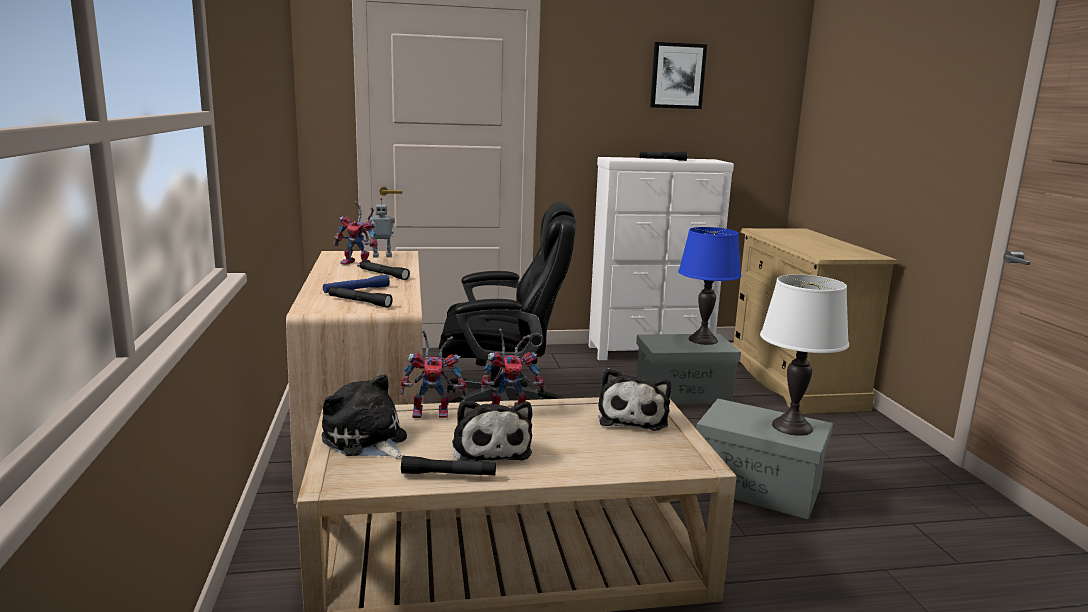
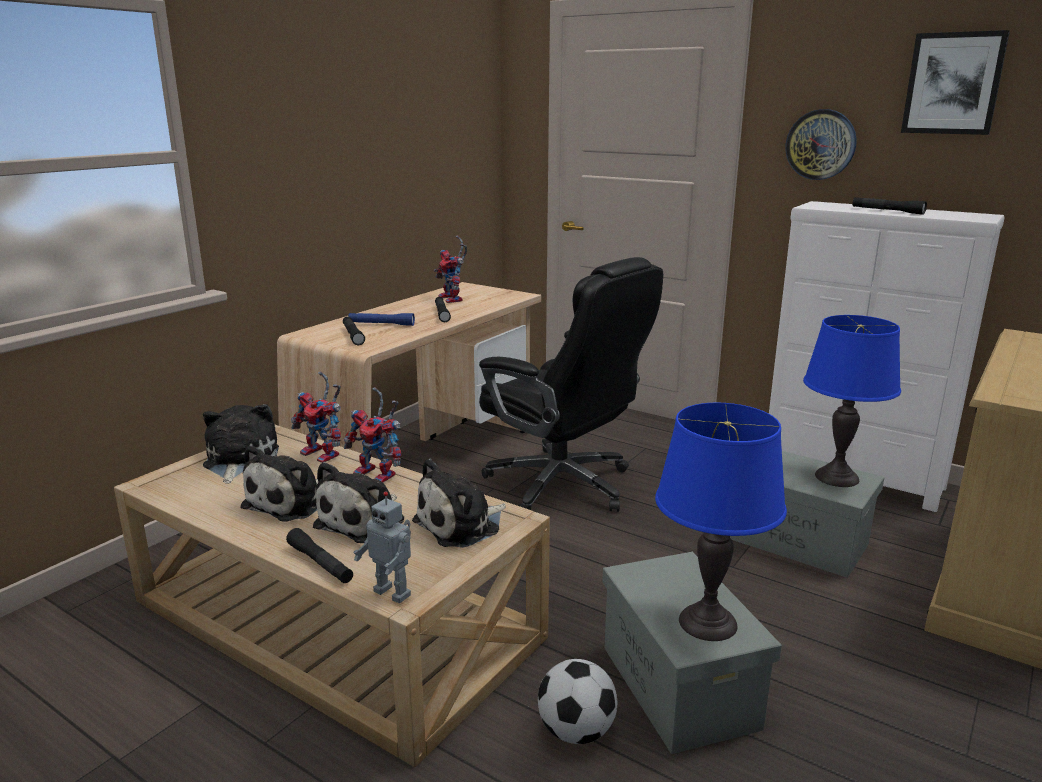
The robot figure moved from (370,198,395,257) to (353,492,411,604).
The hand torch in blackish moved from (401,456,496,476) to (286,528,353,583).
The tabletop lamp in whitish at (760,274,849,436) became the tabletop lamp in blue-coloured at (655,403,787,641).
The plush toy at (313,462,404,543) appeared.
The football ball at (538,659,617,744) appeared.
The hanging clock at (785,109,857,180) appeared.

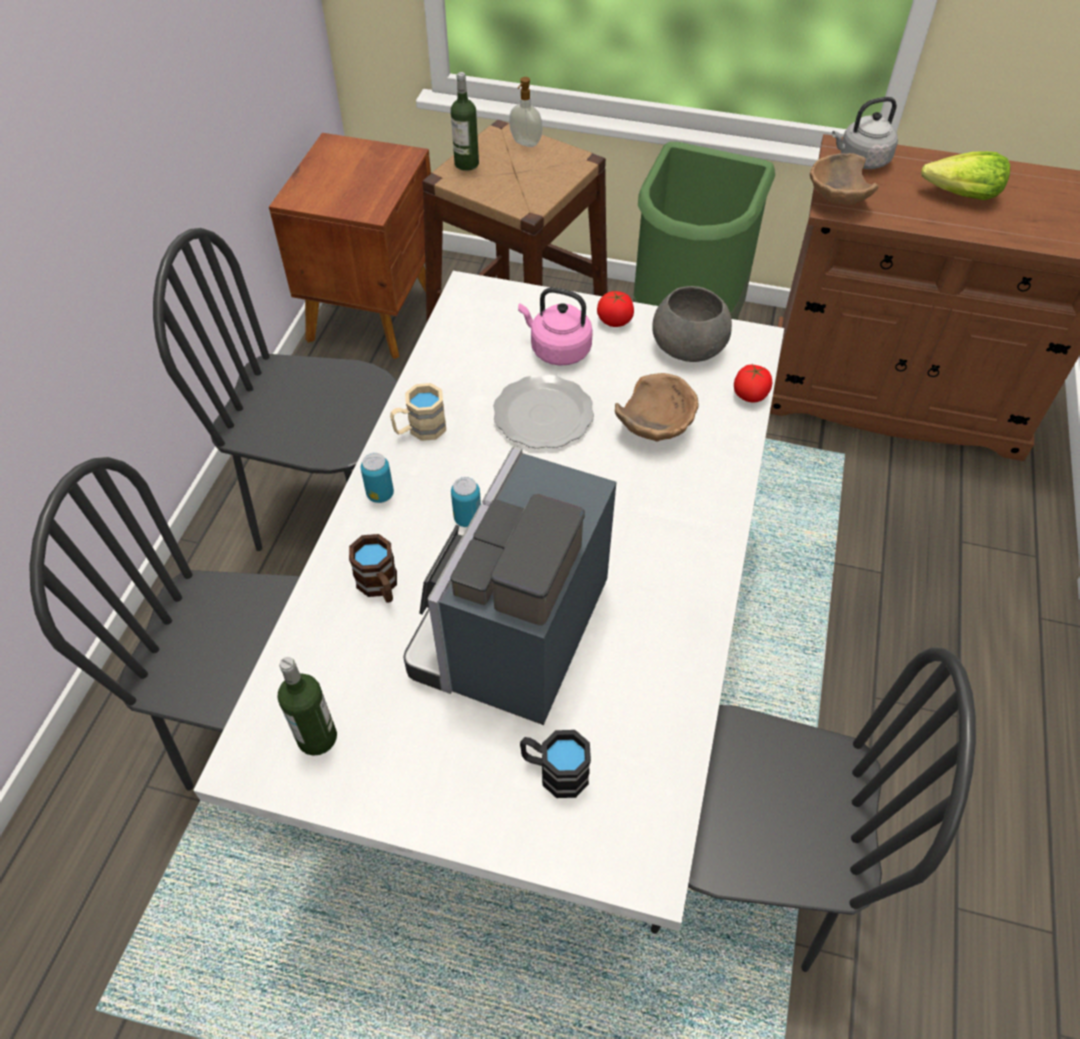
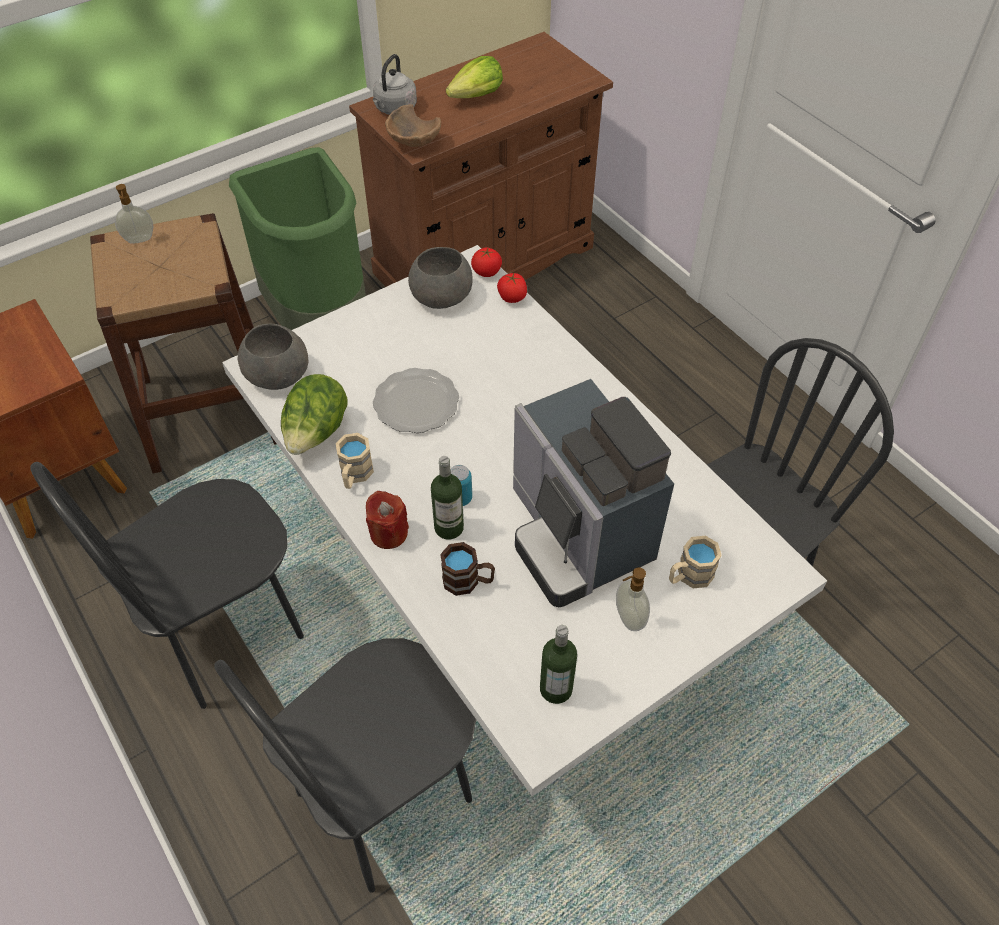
The metal can at (361,453,394,503) was replaced by the wax light in reddish at (366,491,409,549).
The beverage bottle moved from (451,72,479,171) to (431,456,464,539).
The tea kettle in pink-coloured at (518,287,593,366) disappeared.
The coffee mug in blackish at (520,730,591,798) became the coffee mug in beige at (669,536,722,588).
The tomato moved from (597,291,634,327) to (471,248,502,277).
The serving bowl in brownish at (615,373,699,442) disappeared.
The serving bowl in grey at (238,324,309,390) appeared.
The lettuce head at (281,374,348,455) appeared.
The soap bottle at (616,567,650,631) appeared.

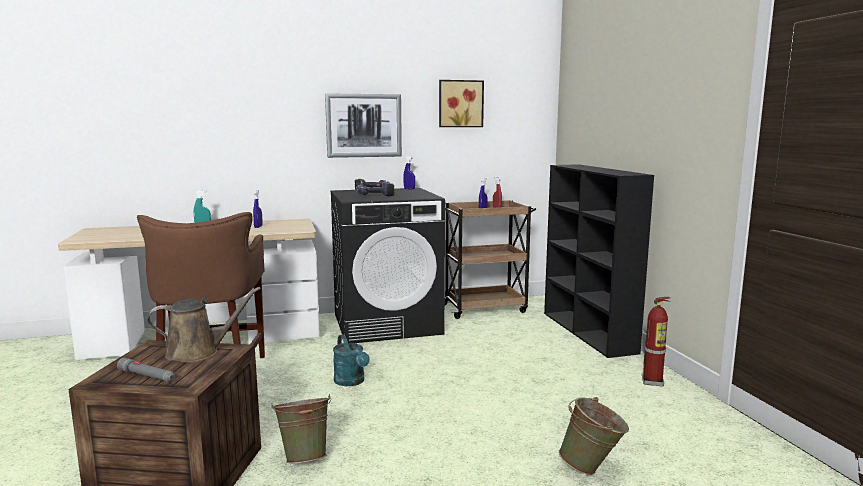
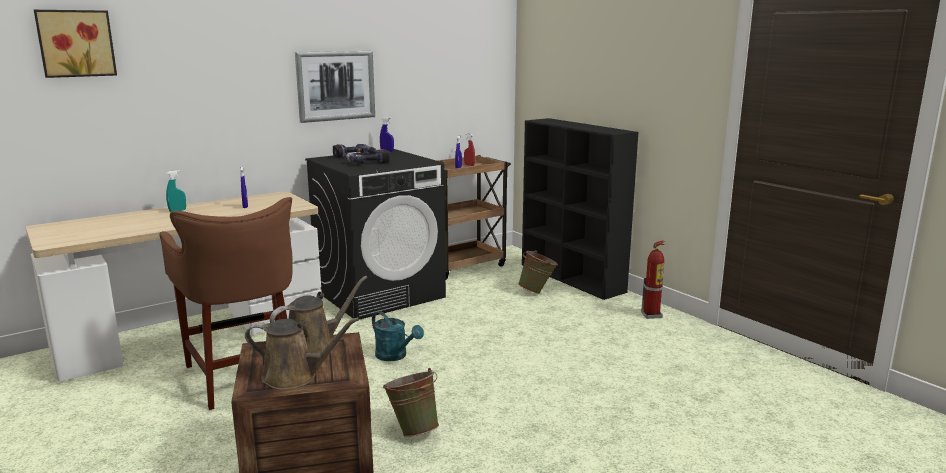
The hand torch in grey at (117,358,175,382) was replaced by the watering pot in brownish at (245,317,359,390).
The picture moved from (439,80,484,127) to (34,10,117,78).
The bucket in greenish moved from (559,397,629,475) to (518,250,558,294).

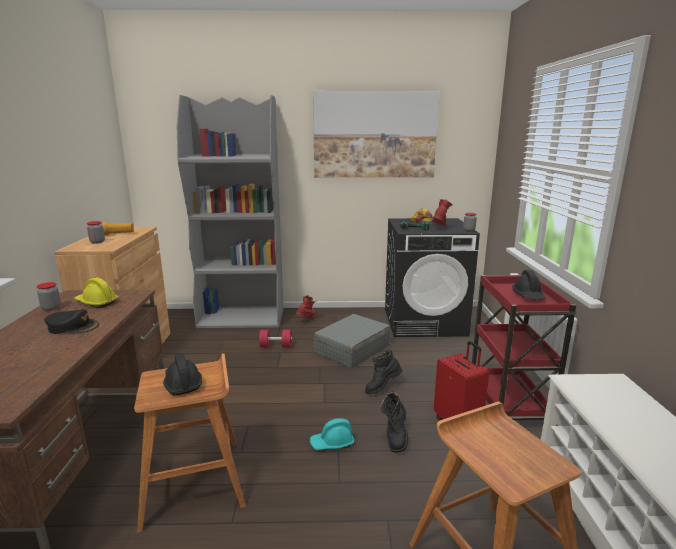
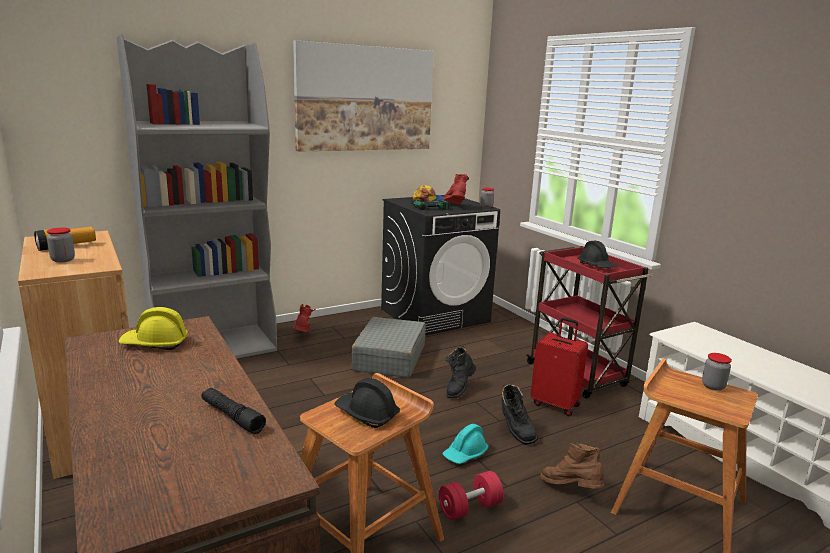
The preserve jar moved from (37,282,61,311) to (702,353,732,391).
The baseball cap in blackish at (44,309,99,334) disappeared.
The dumbbell in reddish moved from (259,330,292,347) to (439,471,504,520).
The hand torch in blackish at (201,388,266,434) appeared.
The boot in brownish at (540,442,604,489) appeared.

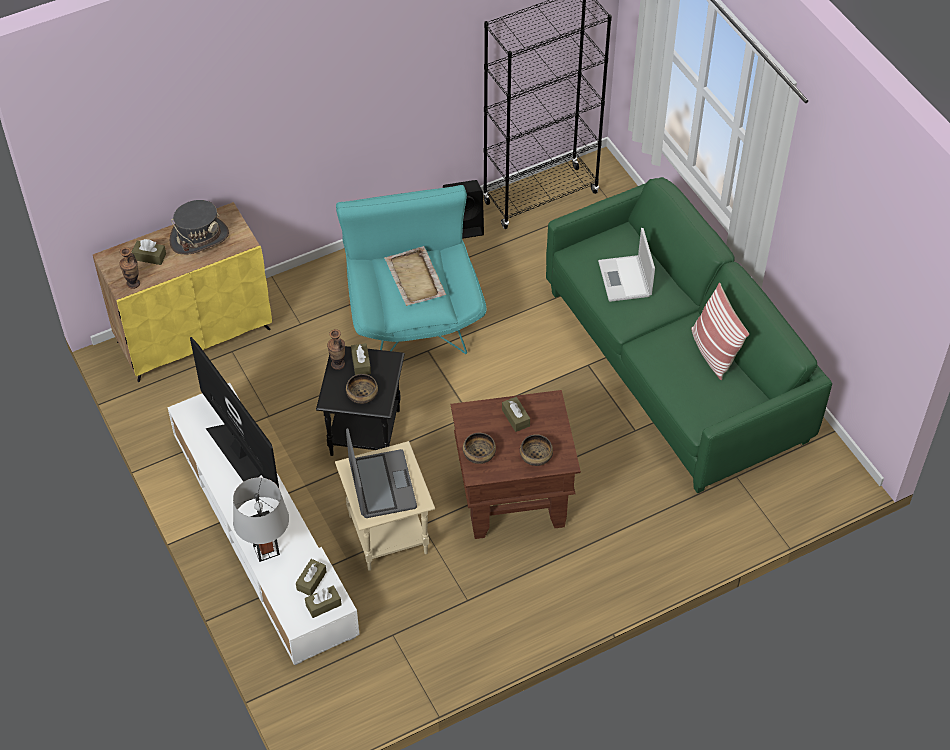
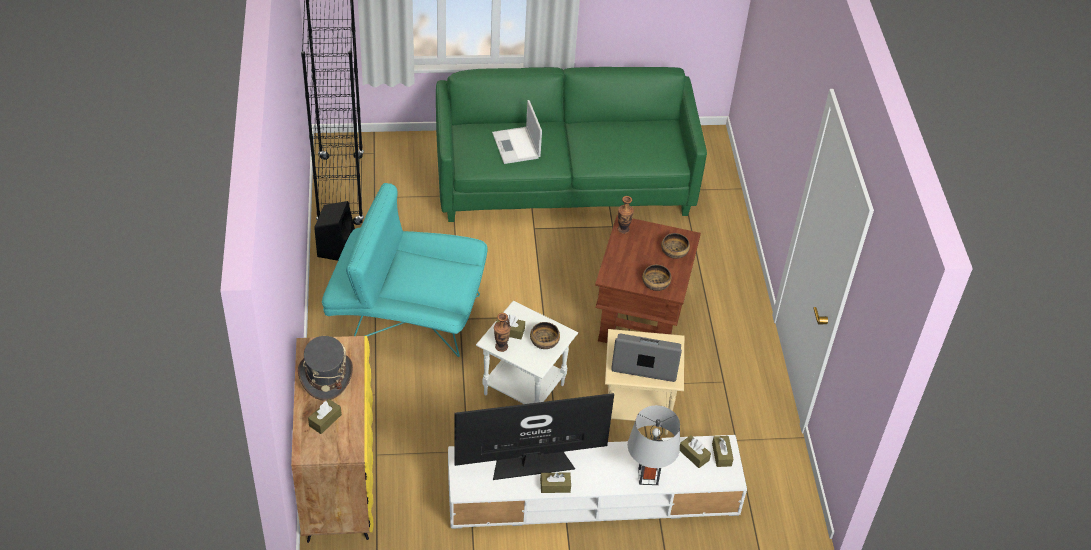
The flower vase moved from (119,247,140,289) to (618,196,634,234).
The side table in blackish at (316,346,405,456) became the side table in whitish at (476,301,578,404).
The carrying tray in beige at (384,246,446,306) disappeared.
The box of tissues in brownish moved from (502,397,530,432) to (540,472,571,493).
The laptop at (598,228,655,302) turned 60 degrees clockwise.
The cushion at (691,283,749,380) disappeared.

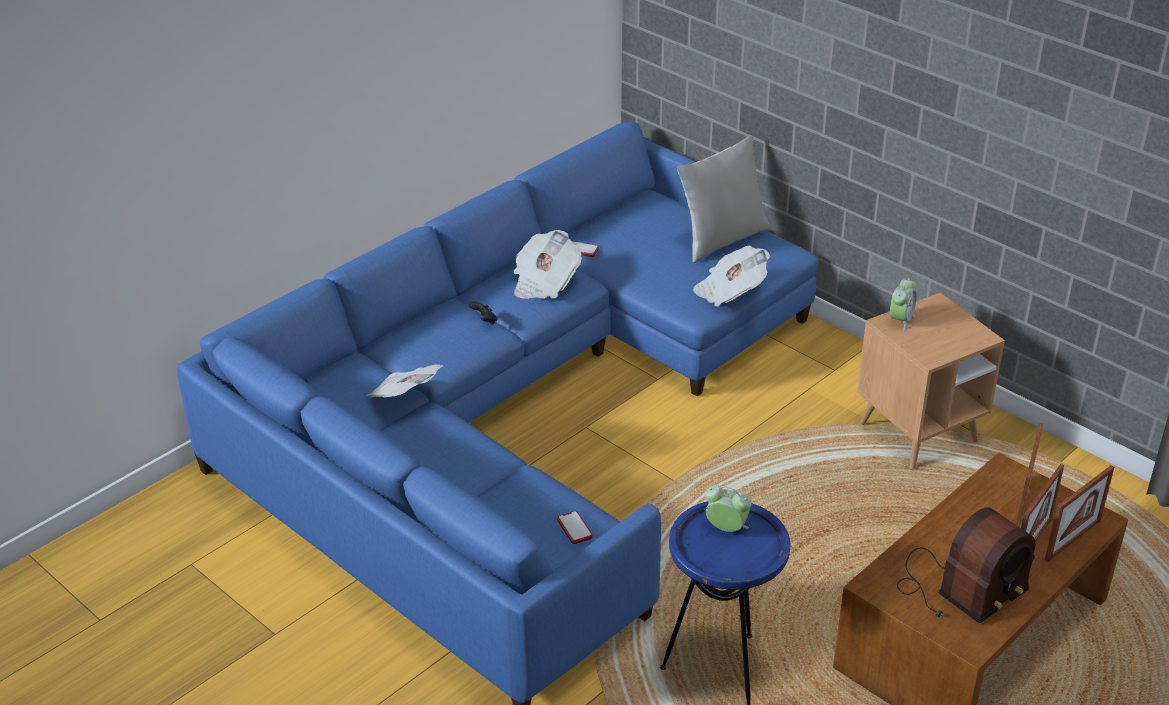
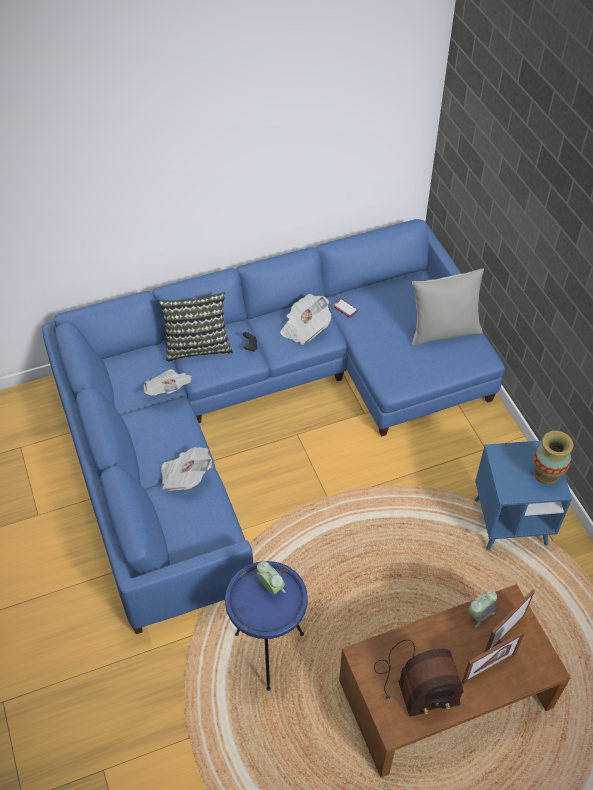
The telephone at (557,511,593,544) disappeared.
The daily paper moved from (693,246,770,306) to (161,447,212,491).
The side table in brownish at (857,293,1005,469) became the side table in blue-coloured at (475,440,572,550).
The table clock moved from (890,278,917,332) to (468,590,497,627).
The photo frame at (1045,465,1114,562) disappeared.
The cushion at (159,292,233,362) appeared.
The flower vase at (533,431,573,485) appeared.

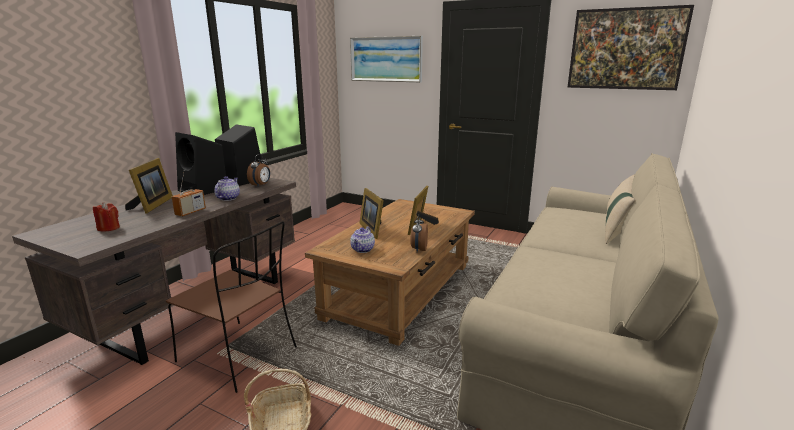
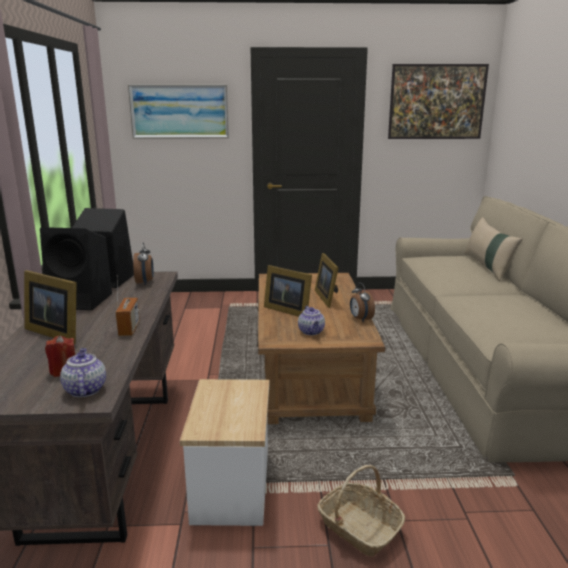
The photo frame at (125,158,173,214) turned 150 degrees clockwise.
The upright chair in brownish at (166,221,297,393) was replaced by the side table at (180,379,270,526).
The teapot moved from (215,176,240,201) to (60,348,106,397).

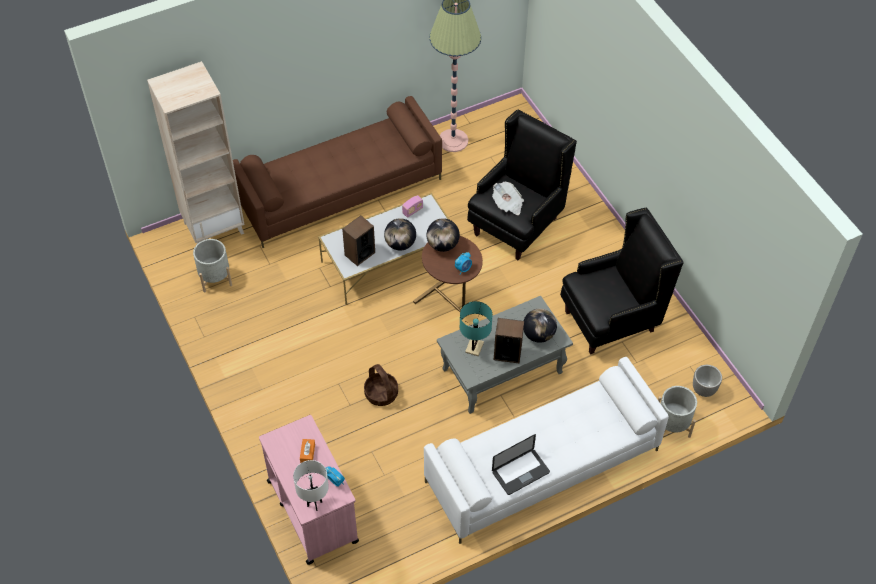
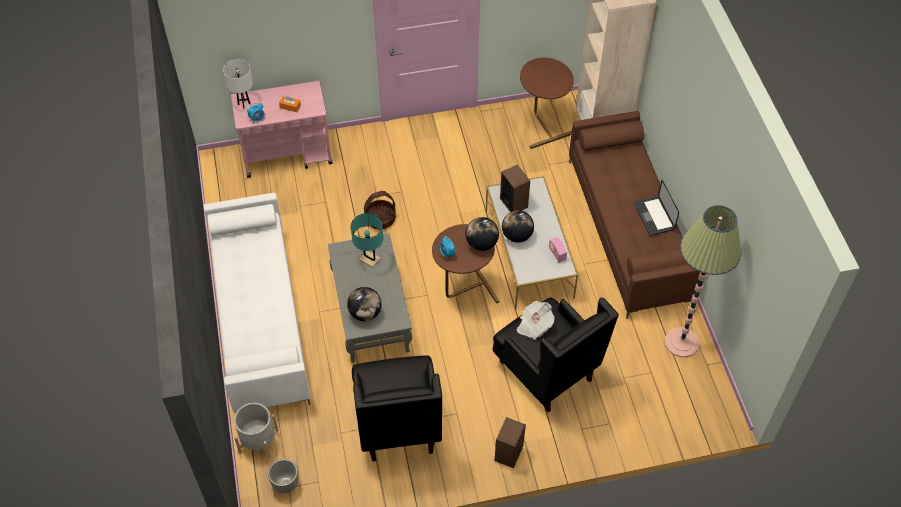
The plant pot in grey at (193,239,232,292) was replaced by the side table in brownish at (520,58,574,149).
The laptop moved from (492,434,550,495) to (634,180,679,236).
The audio speaker moved from (494,318,524,363) to (495,417,526,468).

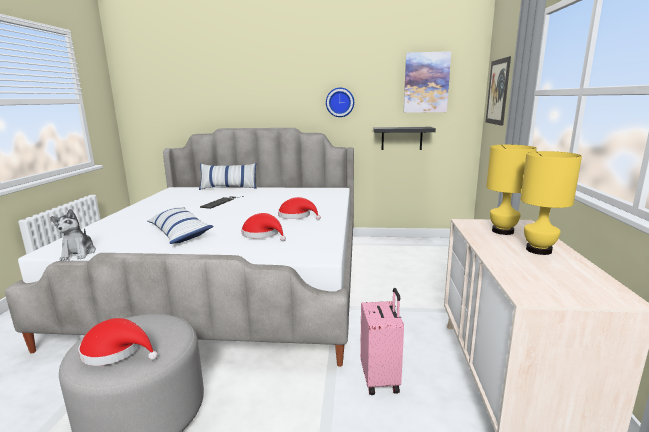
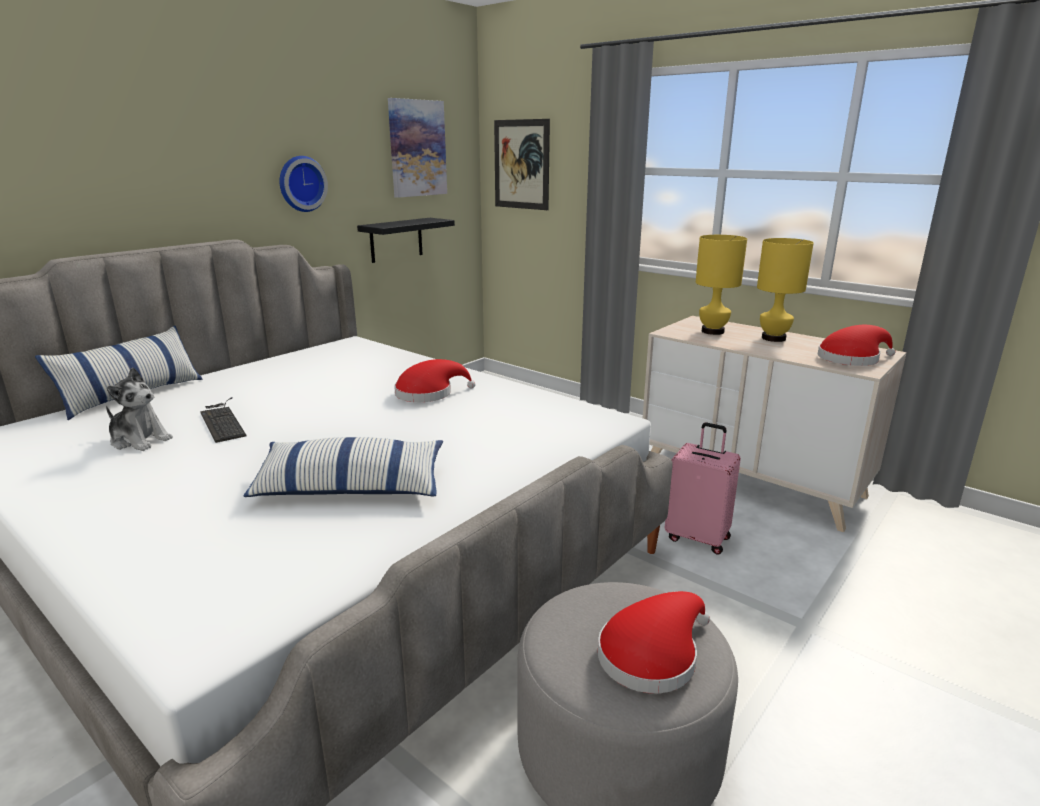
The plush toy moved from (51,209,96,261) to (106,367,173,451).
The wearable hat in reddish moved from (241,213,286,241) to (818,325,895,366).

